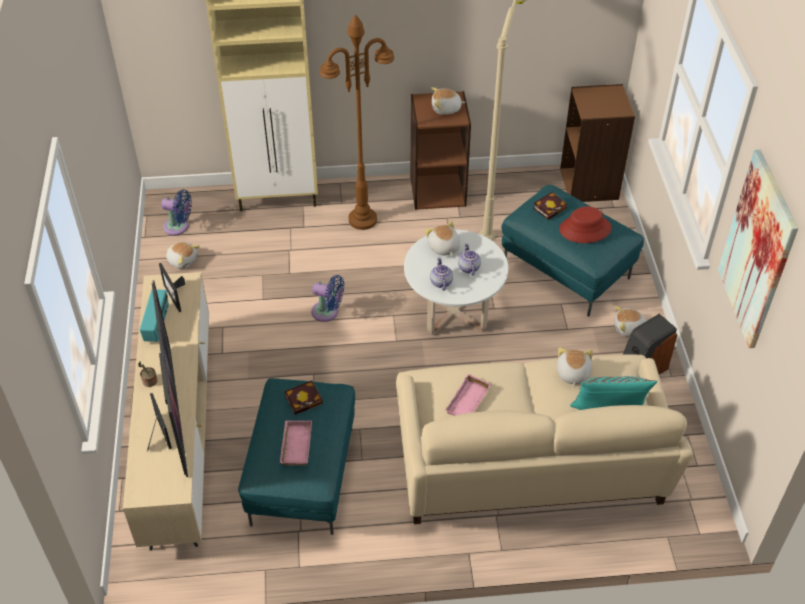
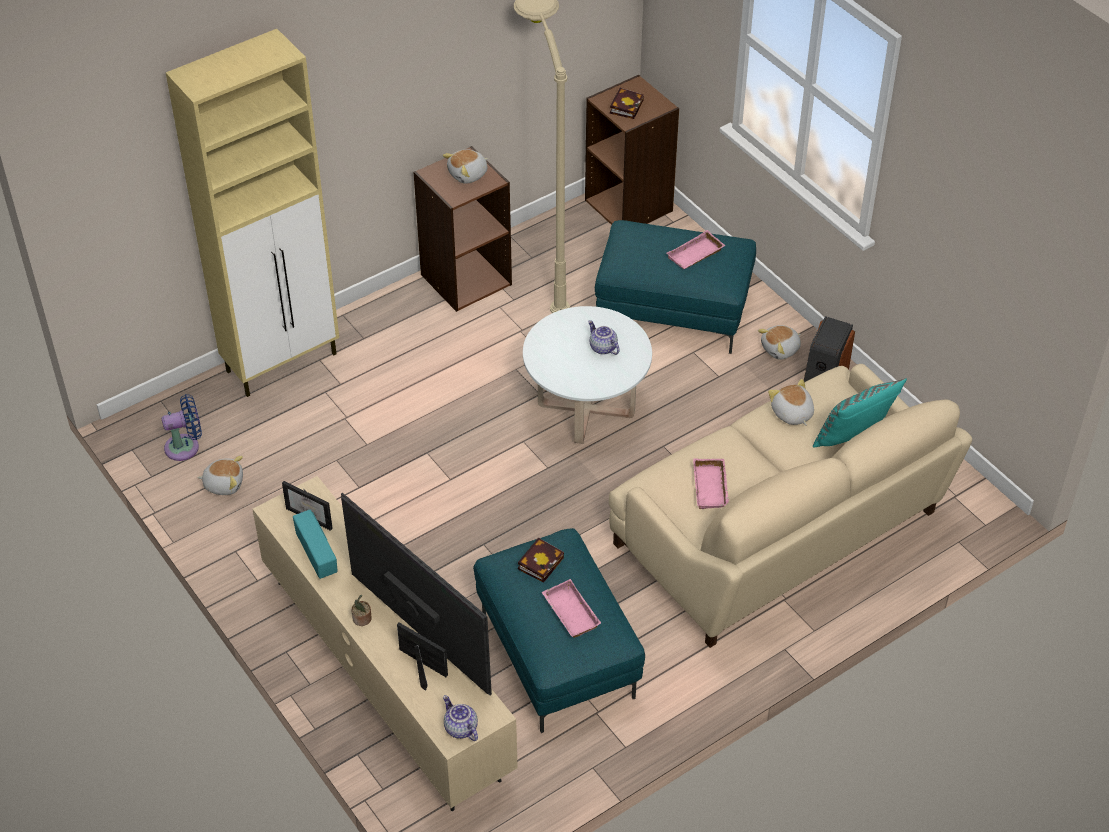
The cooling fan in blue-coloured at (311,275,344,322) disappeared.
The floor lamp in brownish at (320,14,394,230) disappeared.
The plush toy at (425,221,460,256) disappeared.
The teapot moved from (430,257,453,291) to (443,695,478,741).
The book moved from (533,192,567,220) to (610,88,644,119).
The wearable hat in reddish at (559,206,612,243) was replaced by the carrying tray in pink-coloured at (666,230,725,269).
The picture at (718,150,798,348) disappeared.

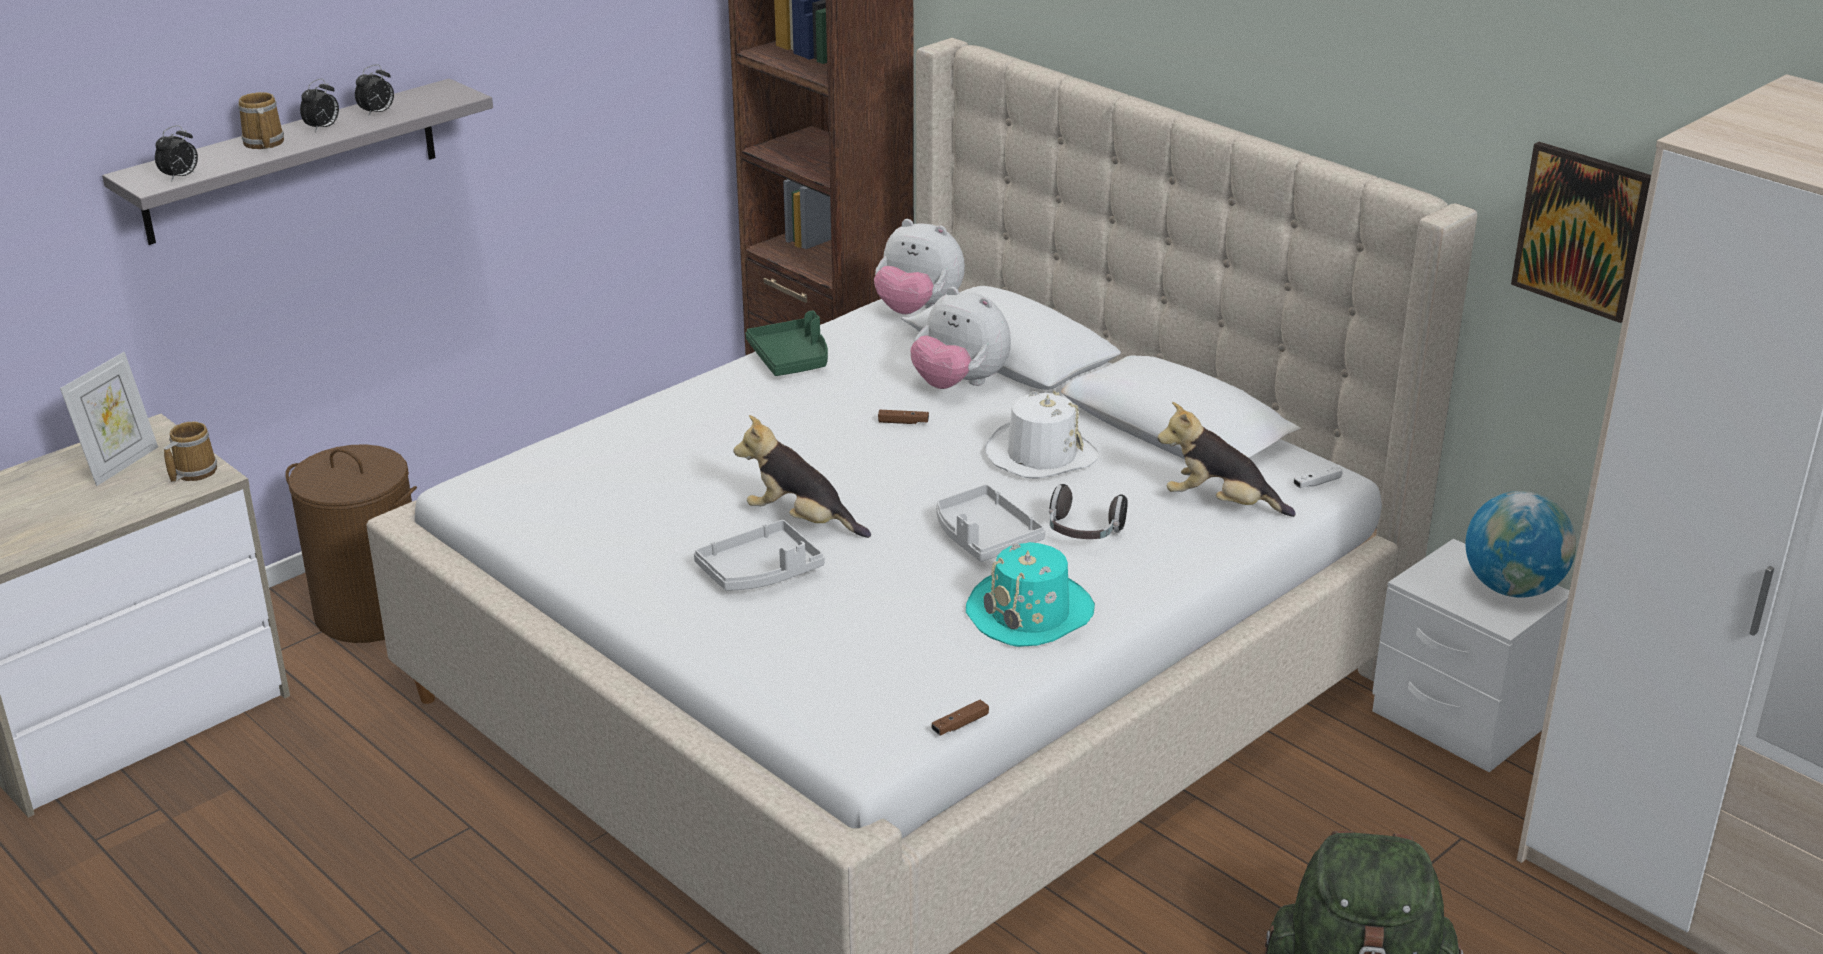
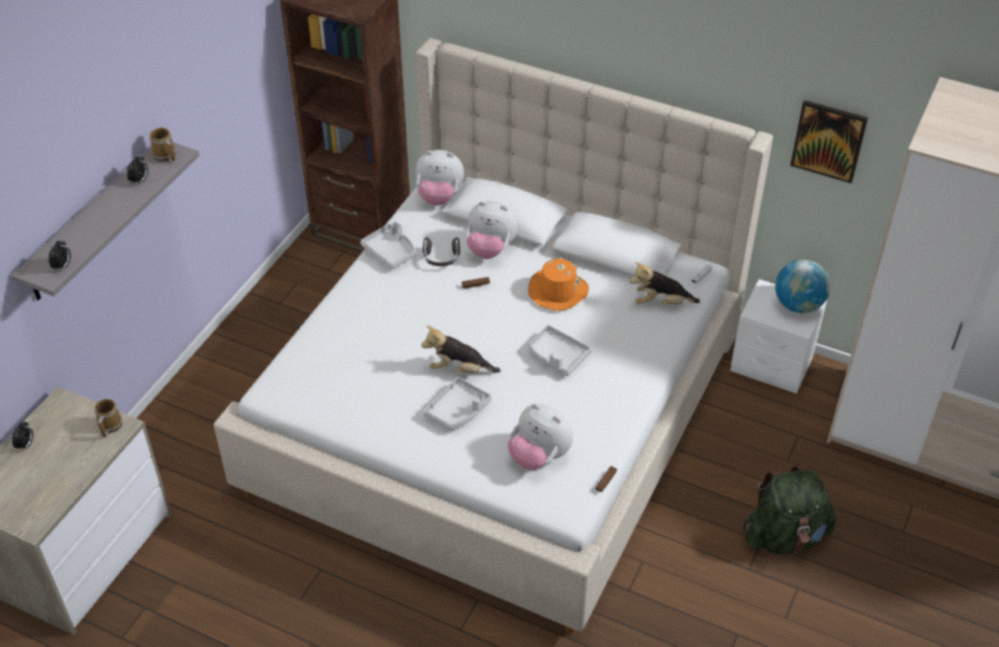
The photo frame at (60,352,158,486) disappeared.
The coffee mug moved from (238,92,284,149) to (150,128,176,162).
The hamper in brownish at (285,444,417,643) disappeared.
The table clock moved from (300,79,339,133) to (12,422,33,450).
The carrying tray in greenish at (745,311,828,376) became the carrying tray in grey at (360,221,416,269).
The wearable hat in turquoise at (966,542,1095,647) disappeared.
The wearable hat in whitish at (985,390,1099,479) became the wearable hat in orange at (528,257,589,311).
The headset moved from (1049,484,1128,539) to (423,237,460,266).
The plush toy at (508,404,573,470) appeared.

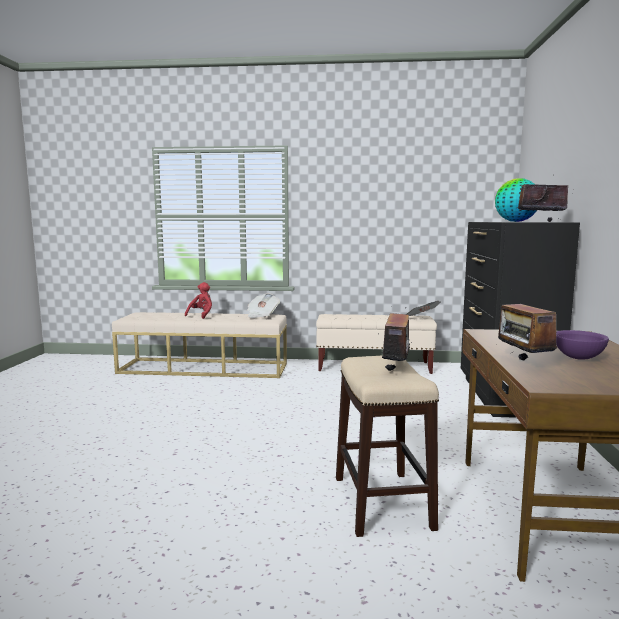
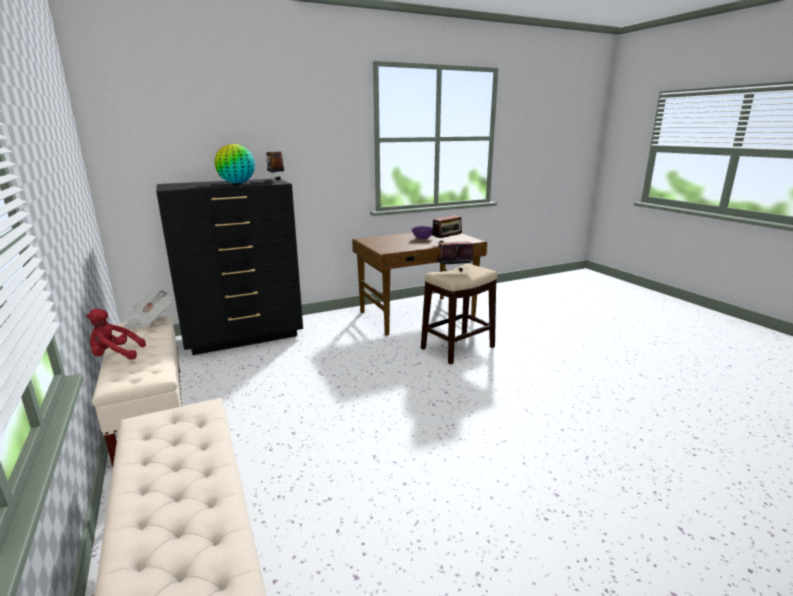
The plush toy in reddish moved from (185,282,212,319) to (86,309,146,360).
The daily paper at (247,293,280,318) disappeared.

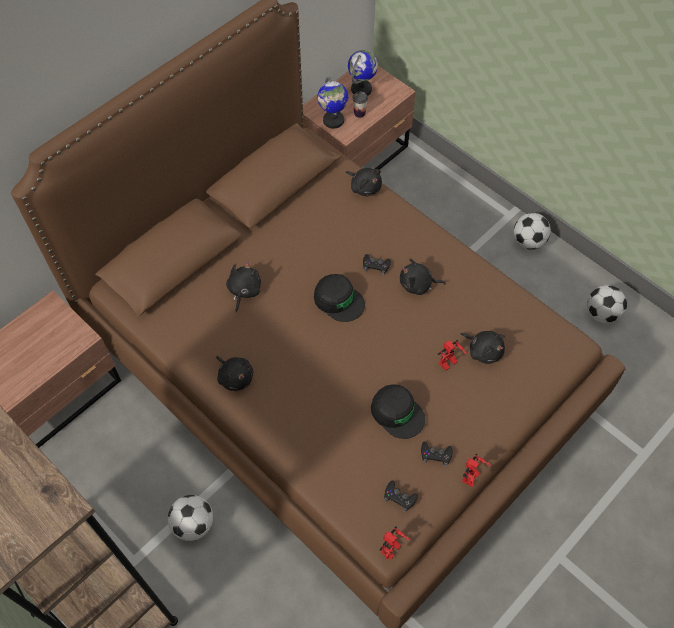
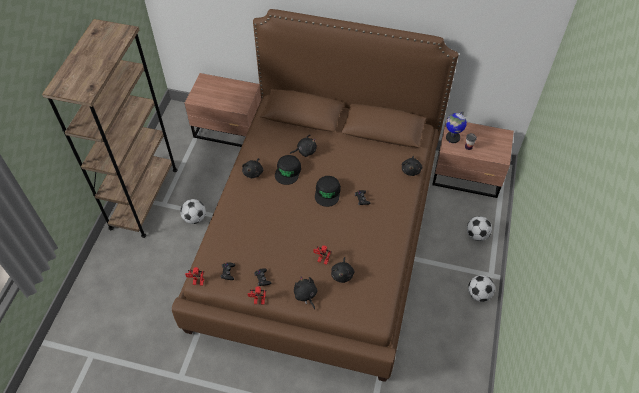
The globe at (348,50,378,96) disappeared.
The baseball cap in blackish moved from (371,384,425,439) to (275,155,301,185).
The plush toy in blackish moved from (400,259,446,295) to (294,277,317,310).
The football ball moved from (587,285,627,324) to (467,216,492,241).

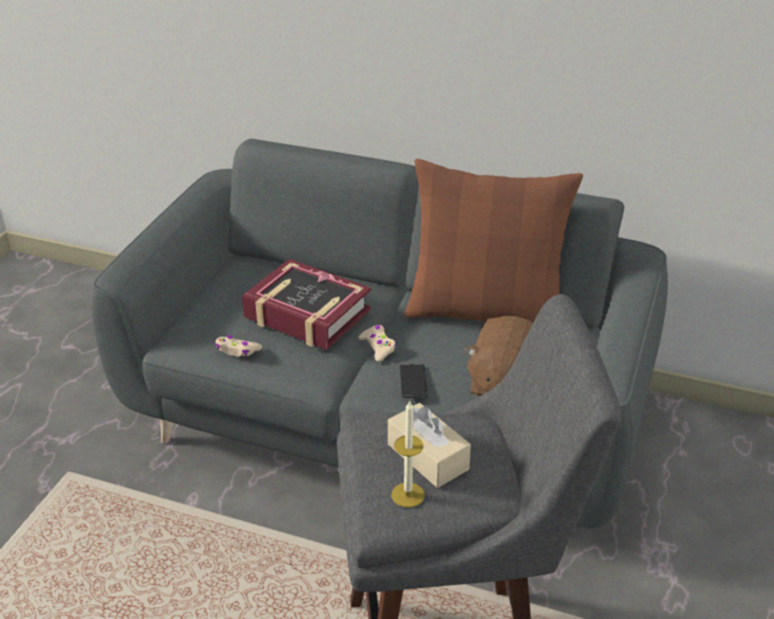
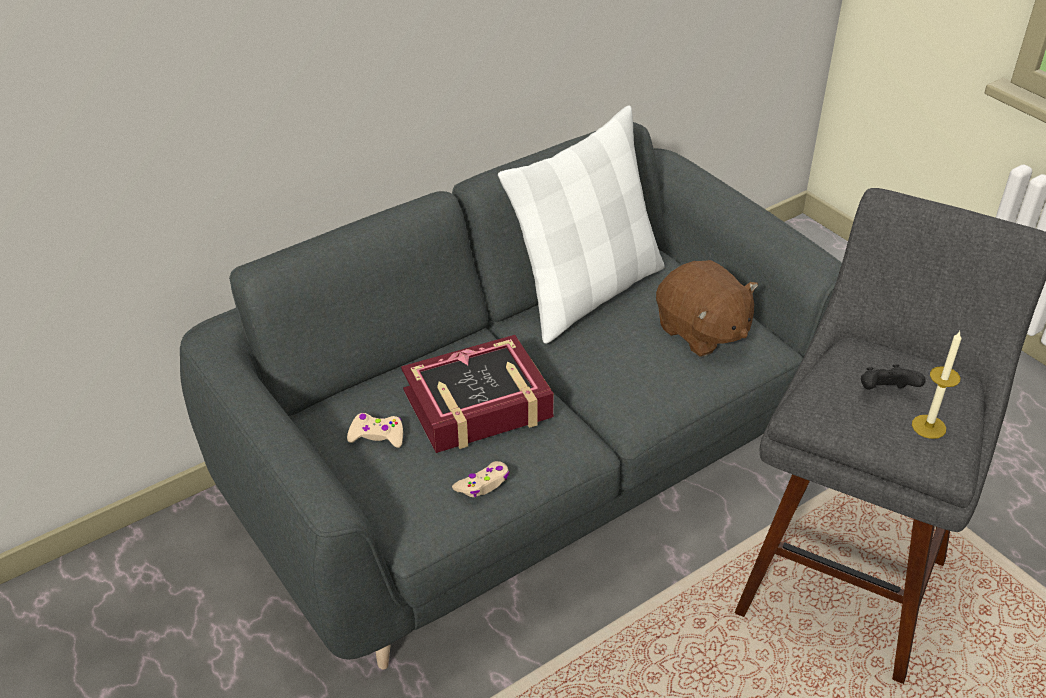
The joypad in beige moved from (359,325,396,362) to (347,413,403,448).
The box of tissues in beige at (388,403,471,488) was replaced by the joypad in blackish at (861,364,926,390).
The telephone at (400,364,428,398) disappeared.
The cushion in brownish at (404,159,583,323) became the cushion in whitish at (498,106,665,344).

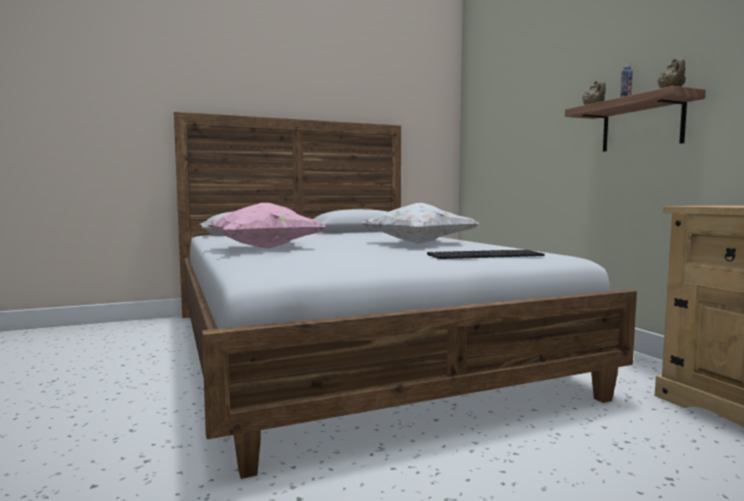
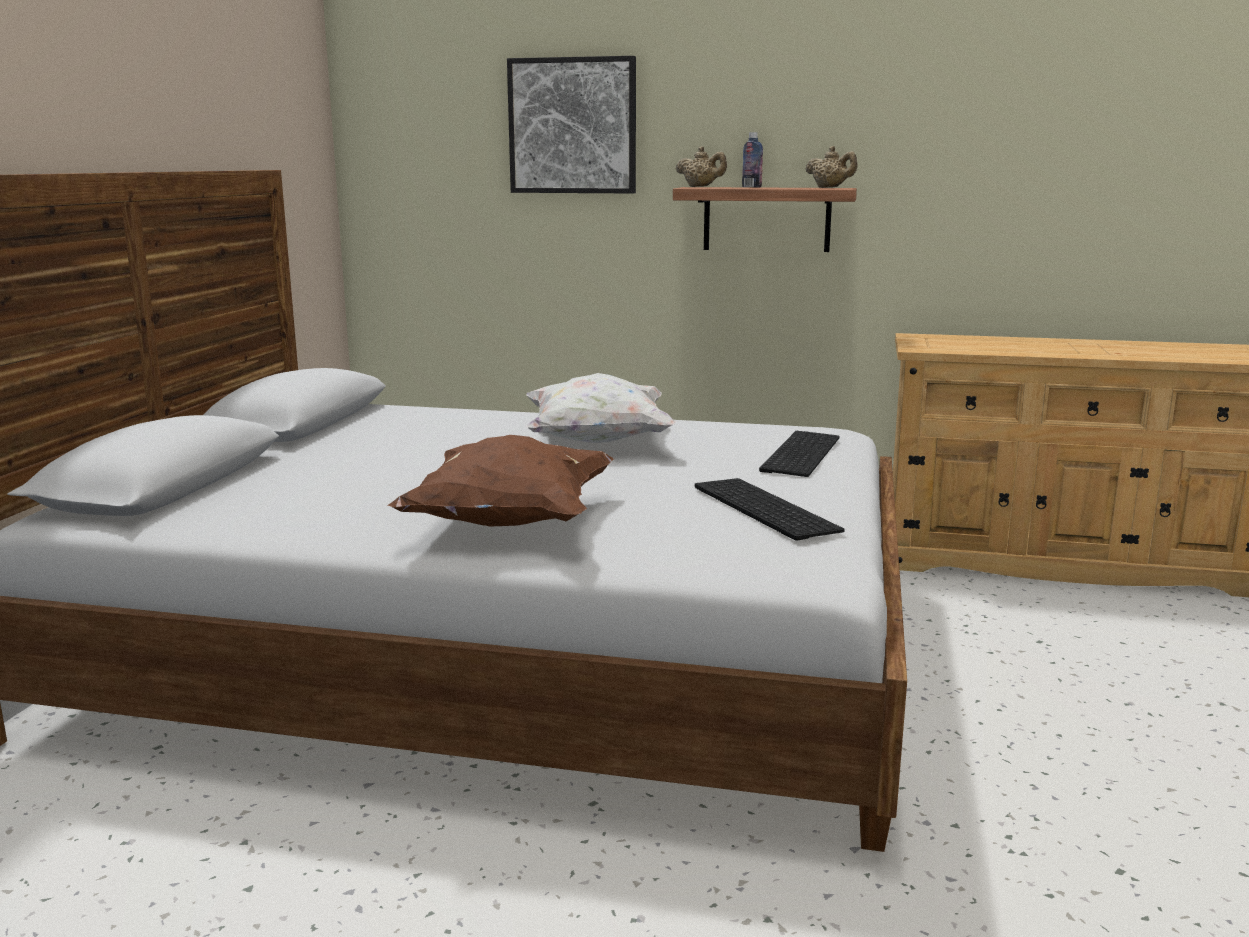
The cushion in pink-coloured at (207,203,327,248) became the cushion in brownish at (388,435,614,527).
The picture at (507,56,636,194) appeared.
The PC keyboard at (695,478,845,541) appeared.

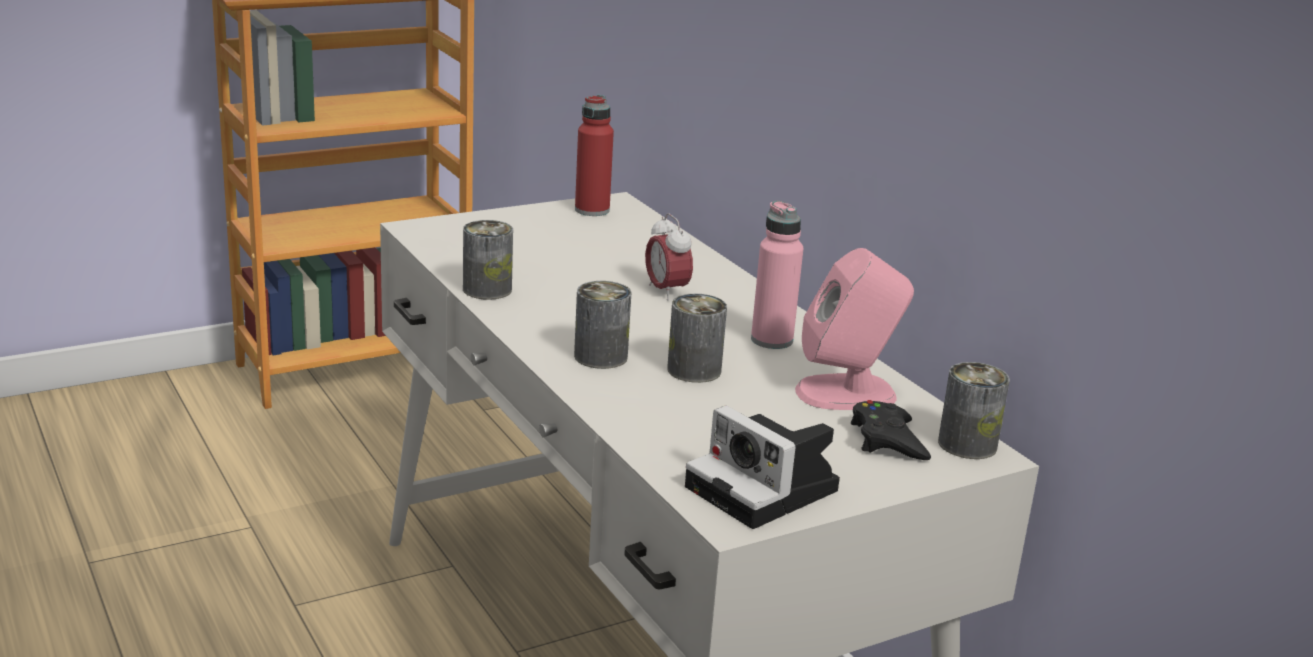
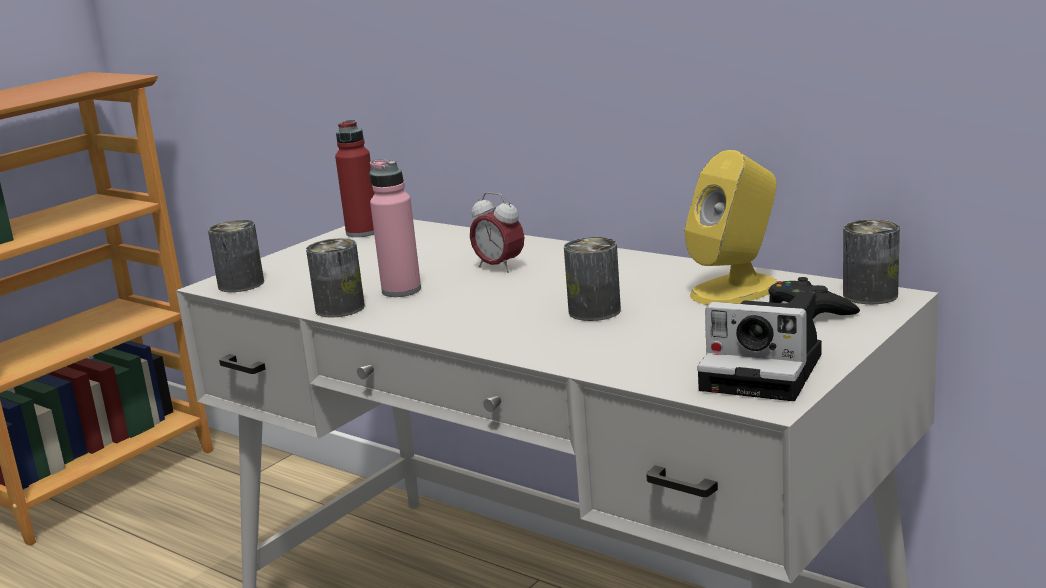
The metal can moved from (574,281,632,369) to (208,220,264,292).
The beverage bottle in pink-coloured moved from (751,201,804,349) to (369,159,421,297).
The audio speaker in pink-coloured at (795,248,914,410) became the audio speaker in yellowish at (684,150,778,305).

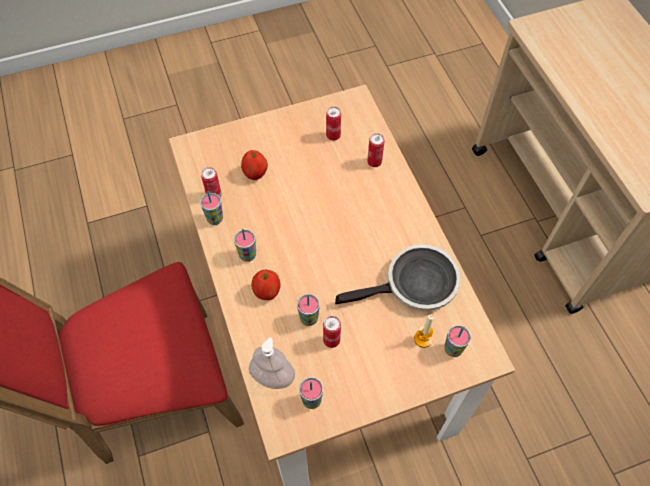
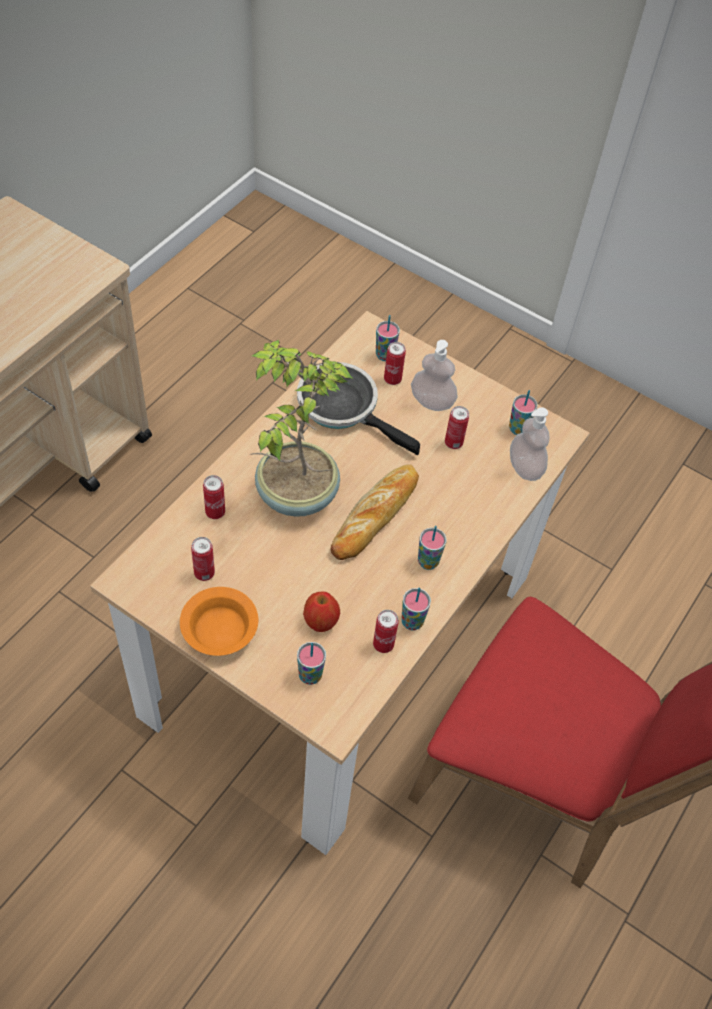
The apple fruit at (251,270,281,300) disappeared.
The cup moved from (297,294,320,326) to (297,642,326,685).
The wax light at (414,314,433,348) was replaced by the metal can at (384,342,406,385).
The serving bowl in orange at (180,587,258,656) appeared.
The potted plant at (251,340,353,517) appeared.
The bread at (330,464,419,560) appeared.
The soap bottle at (411,340,458,411) appeared.

